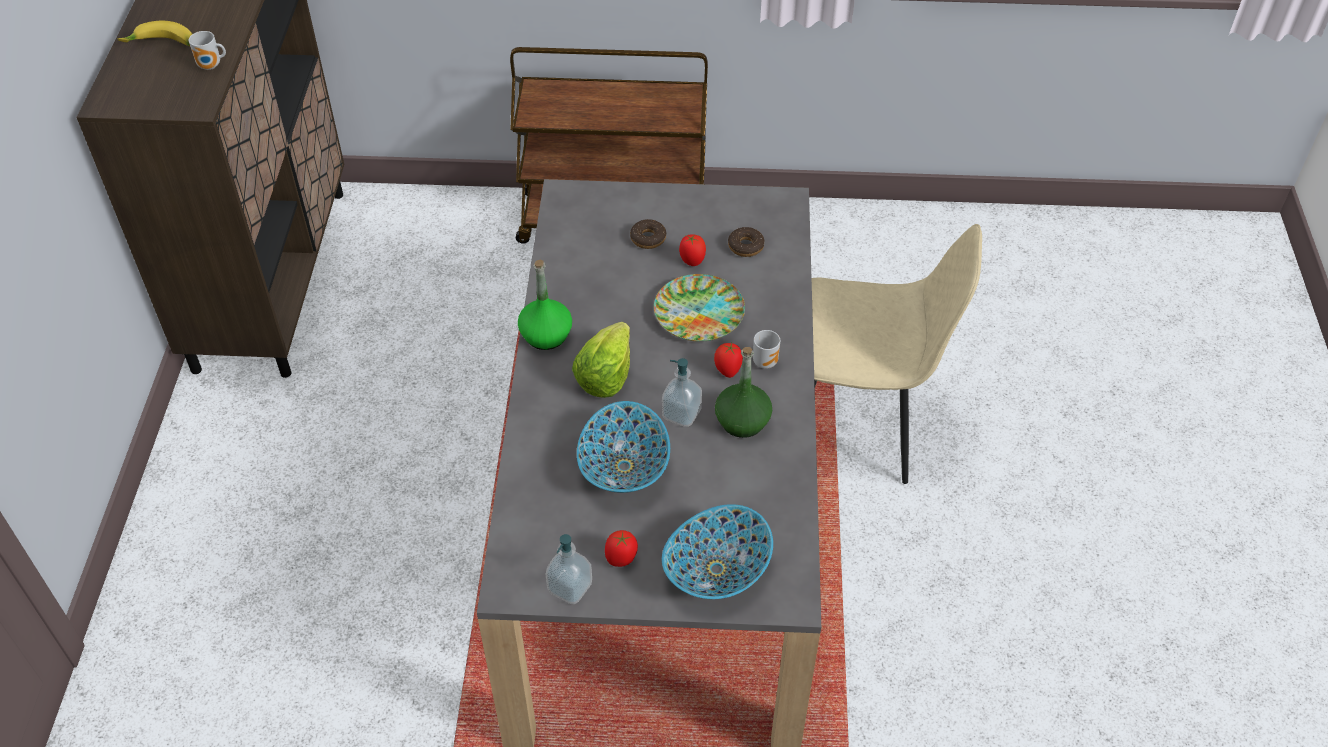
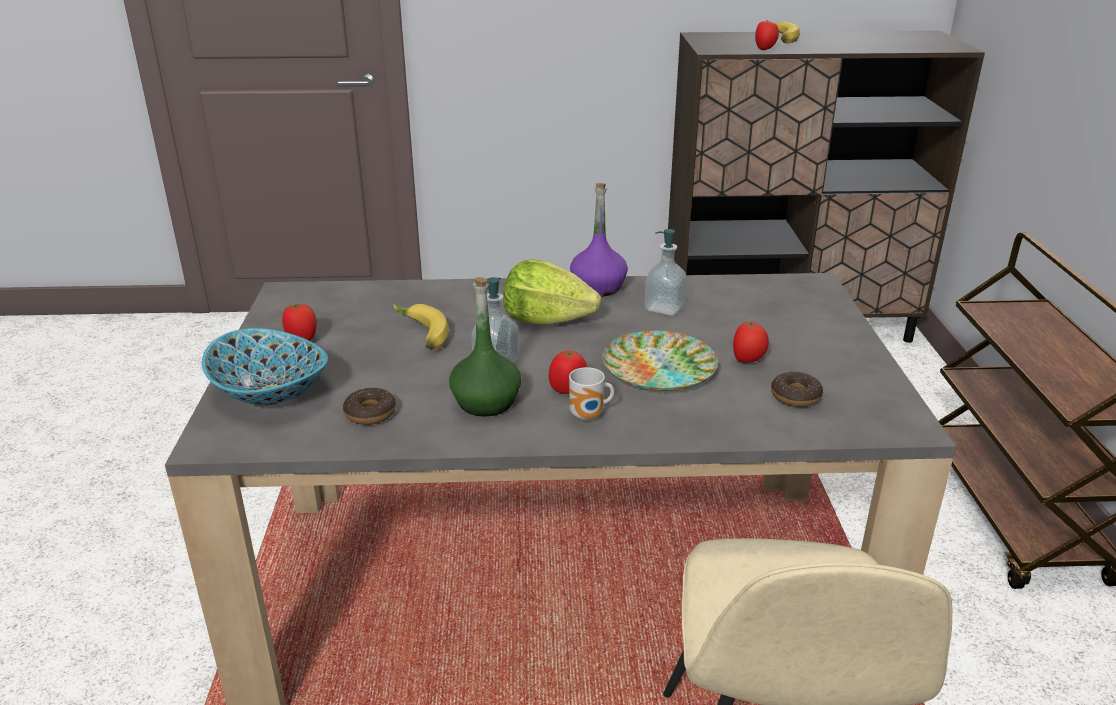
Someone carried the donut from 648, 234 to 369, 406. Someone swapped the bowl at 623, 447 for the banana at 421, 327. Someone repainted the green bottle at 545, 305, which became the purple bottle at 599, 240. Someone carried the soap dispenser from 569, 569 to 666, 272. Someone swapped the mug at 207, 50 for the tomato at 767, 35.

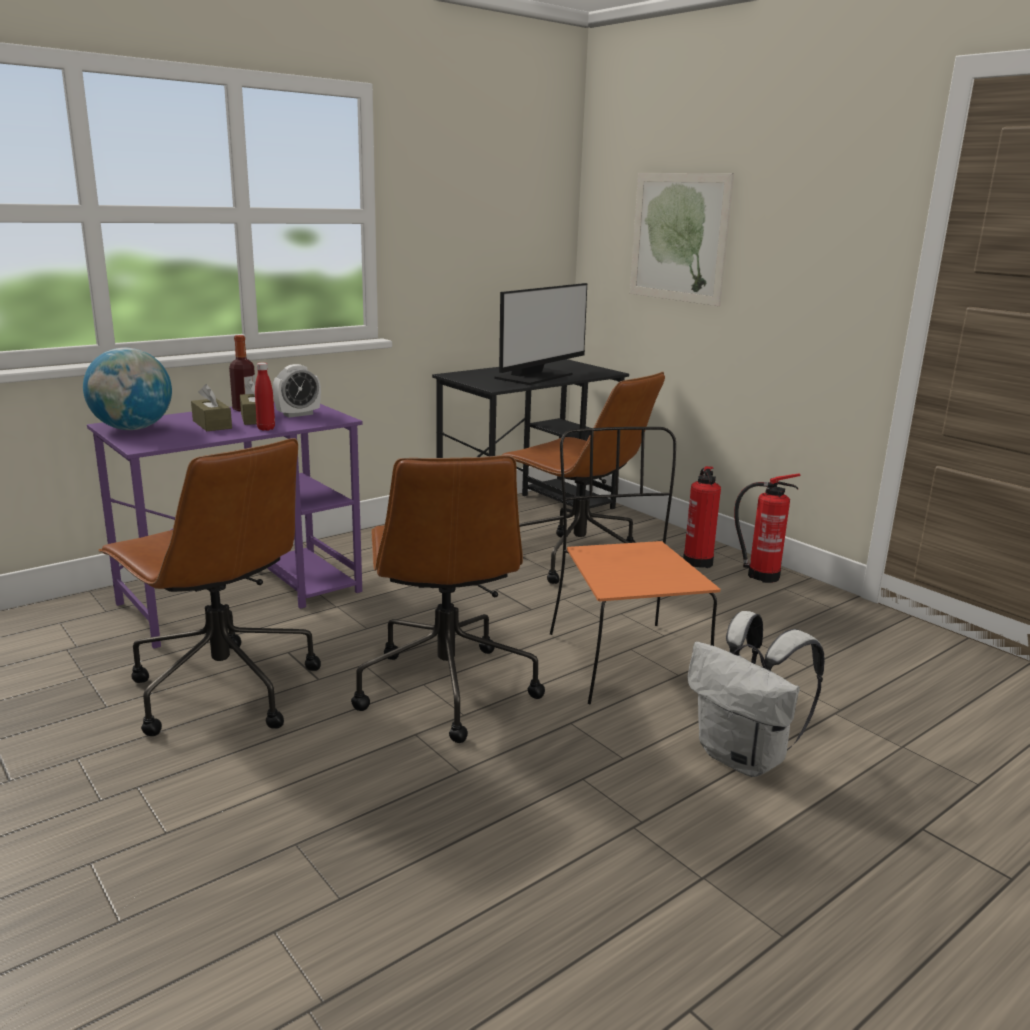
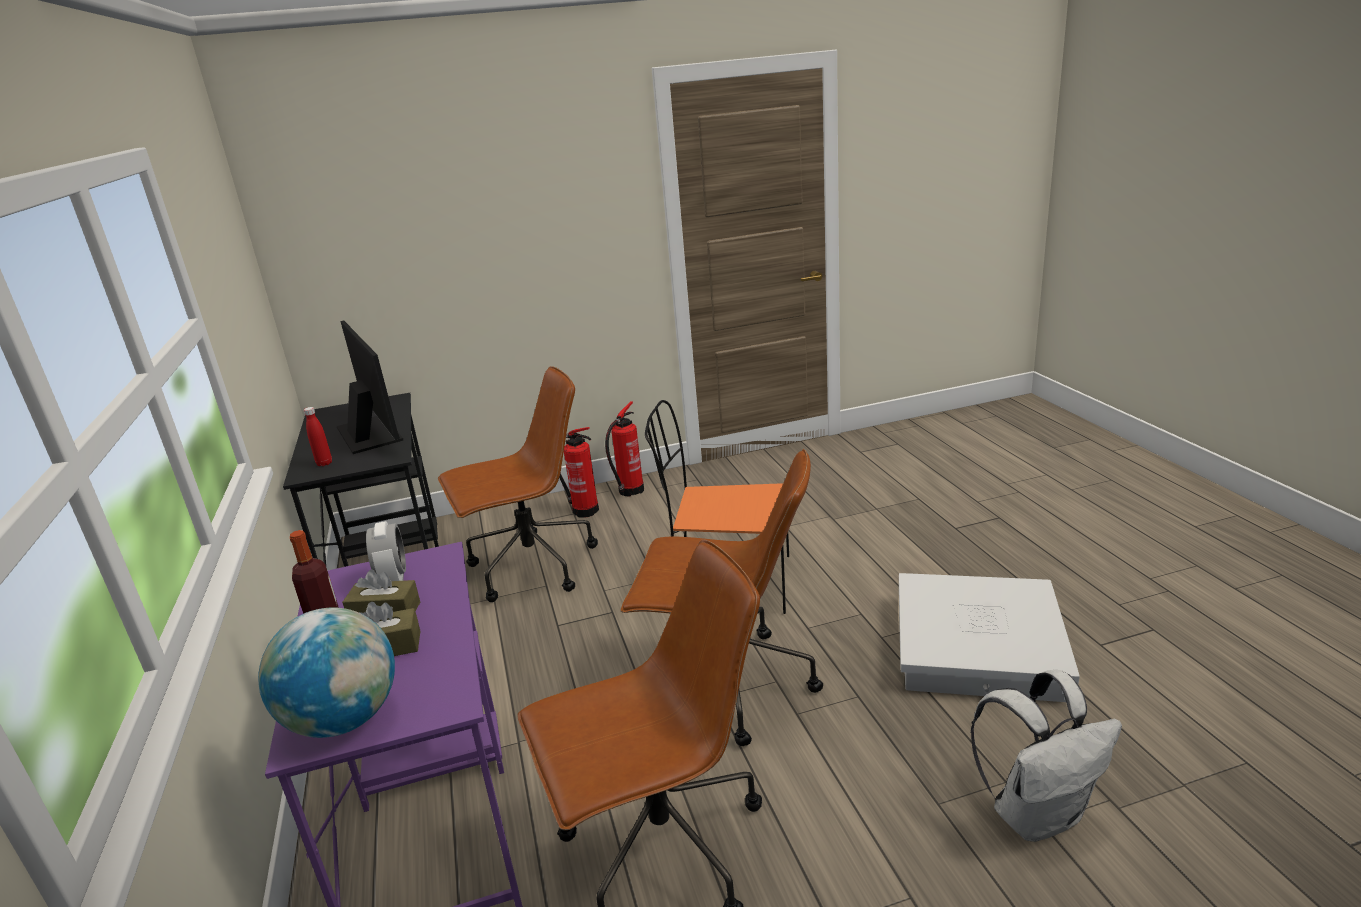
Someone carried the red bottle from 265, 396 to 318, 436. Someone put down the white storage box at 989, 637. Someone carried the white backpack from 756, 694 to 1046, 756. Someone took away the picture at 682, 239.

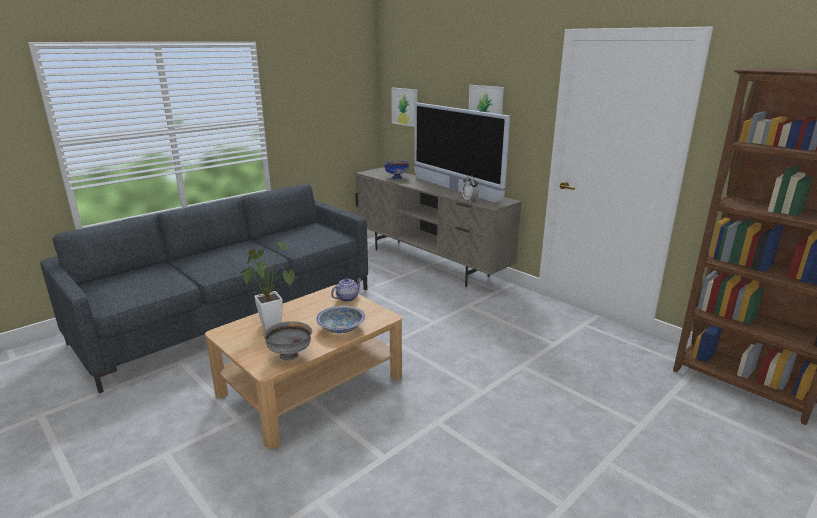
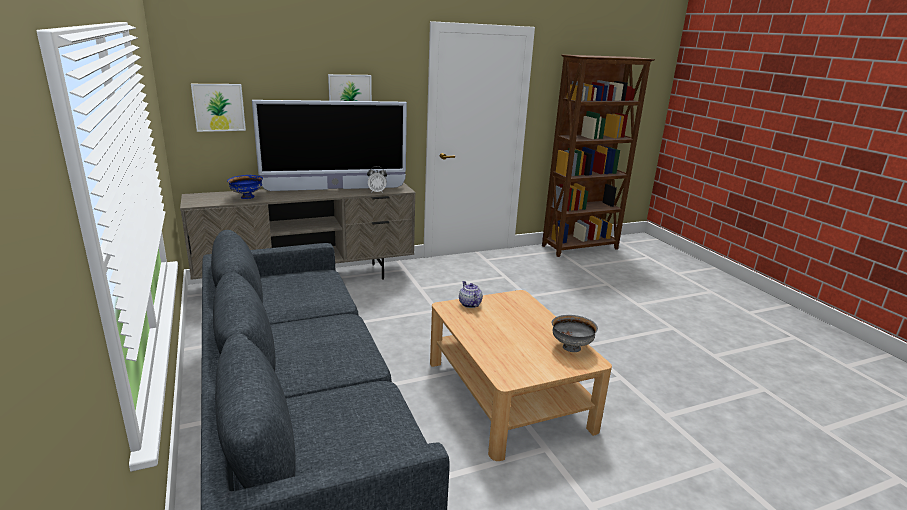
Someone took away the potted plant at 267, 285. Someone took away the bowl at 340, 319.

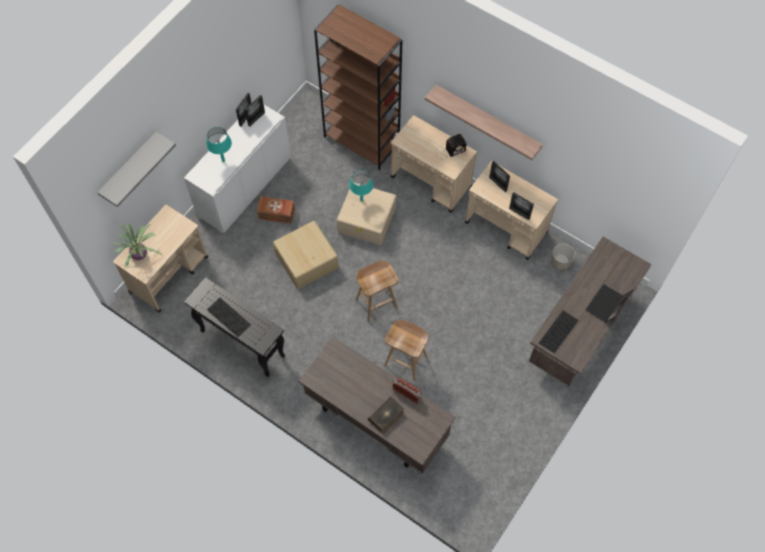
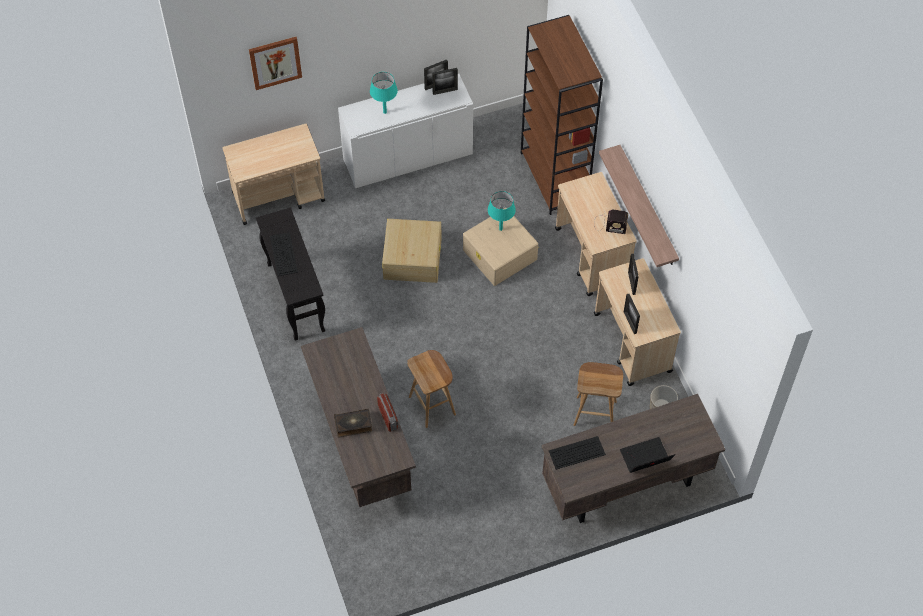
Someone swapped the grey shelf at 136, 169 for the picture at 275, 63. Someone carried the brown stool from 377, 291 to 598, 394. Someone took away the potted plant at 137, 245. Someone took away the brown storage box at 276, 210.

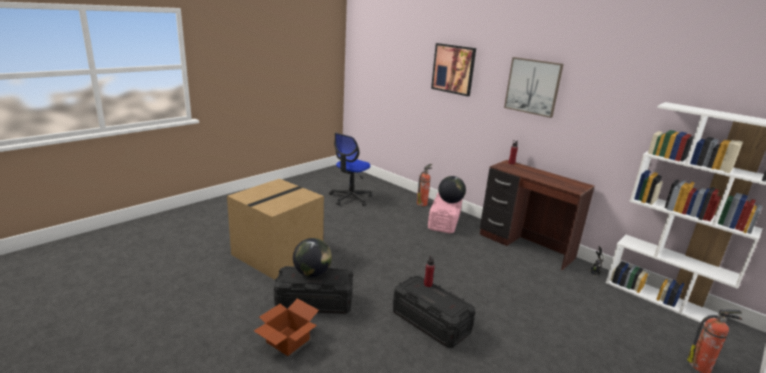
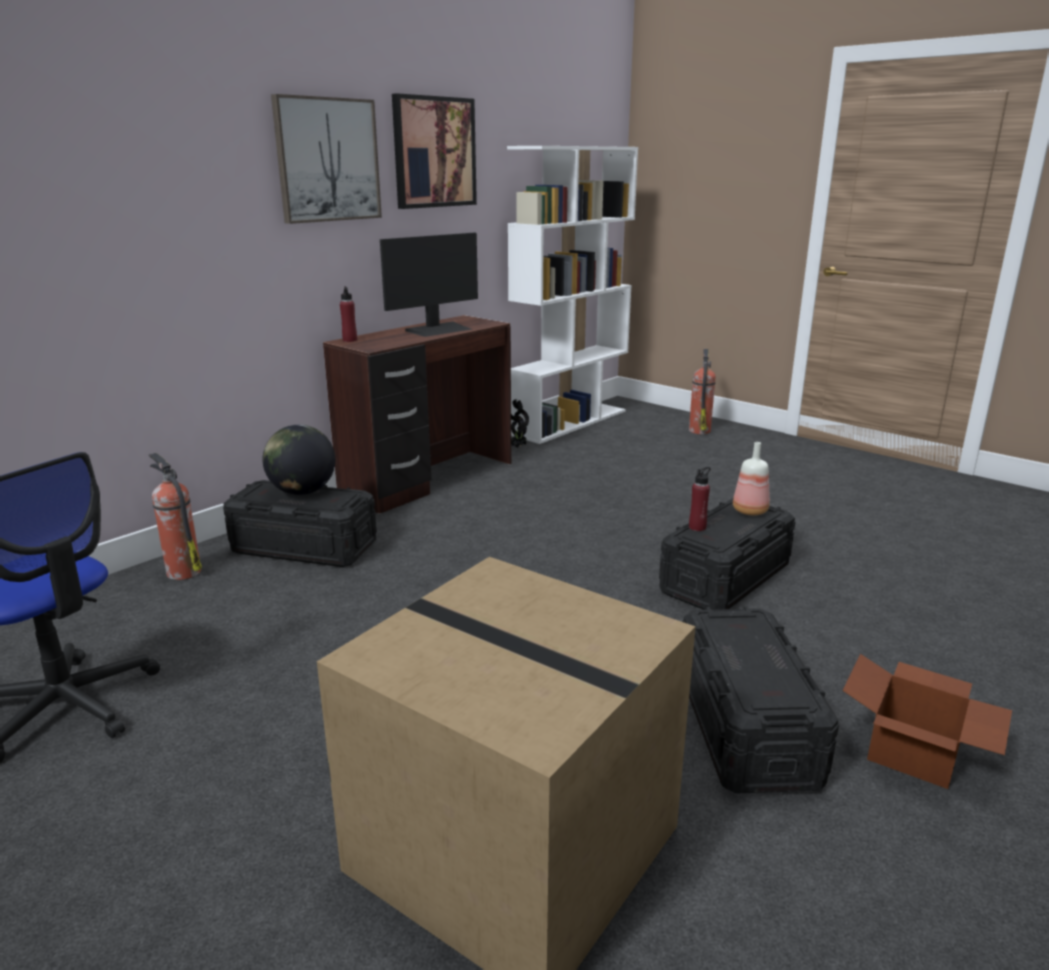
Someone repainted the pink storage box at 445, 212, which became the black storage box at 300, 523. Someone put down the monitor at 429, 285. Someone carried the picture from 453, 69 to 434, 151. Someone put down the bottle at 751, 478. Someone took away the globe at 312, 257.

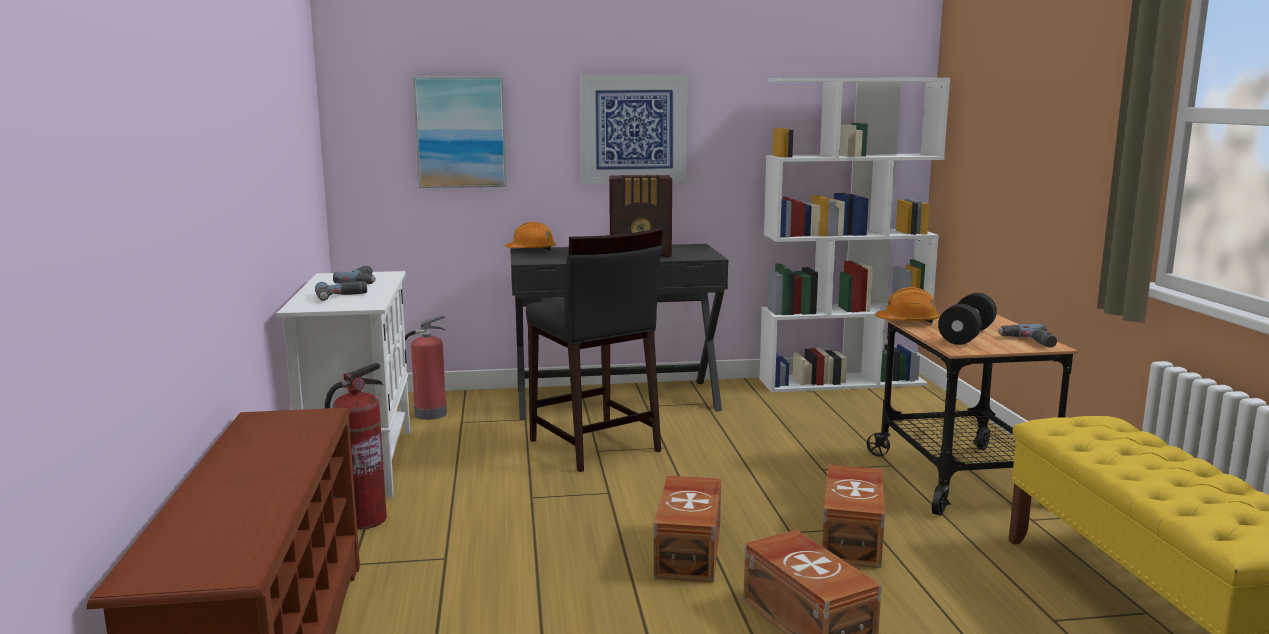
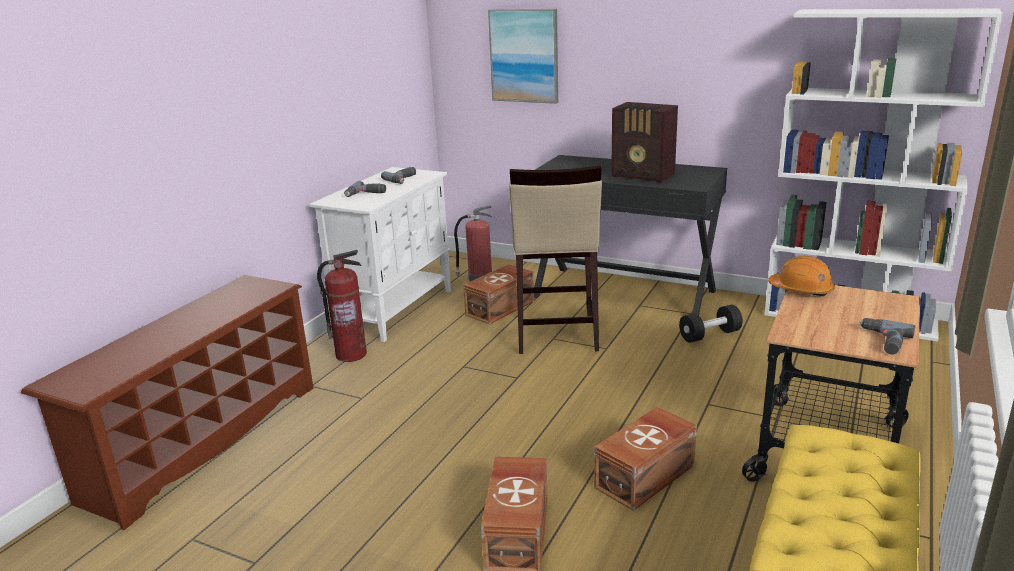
Someone carried the brown storage box from 687, 529 to 498, 294. Someone repainted the black stool at 594, 350, which became the beige stool at 555, 259. Someone carried the black dumbbell from 967, 319 to 711, 324. Someone took away the orange hard hat at 530, 236. Someone took away the picture at 634, 129.

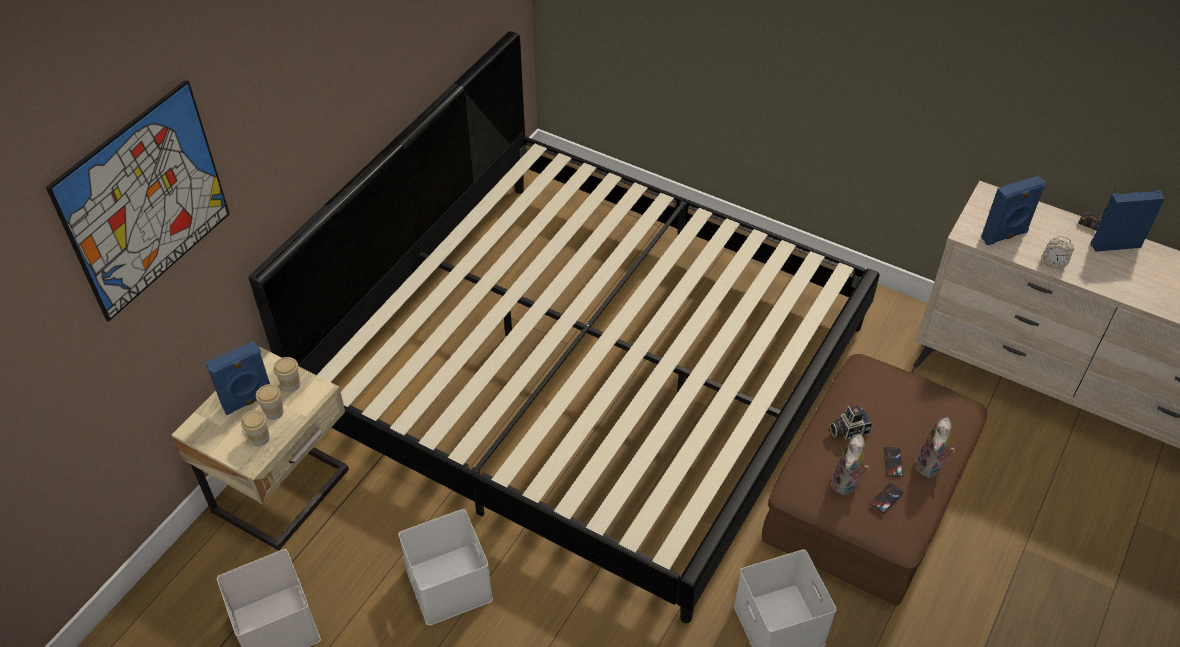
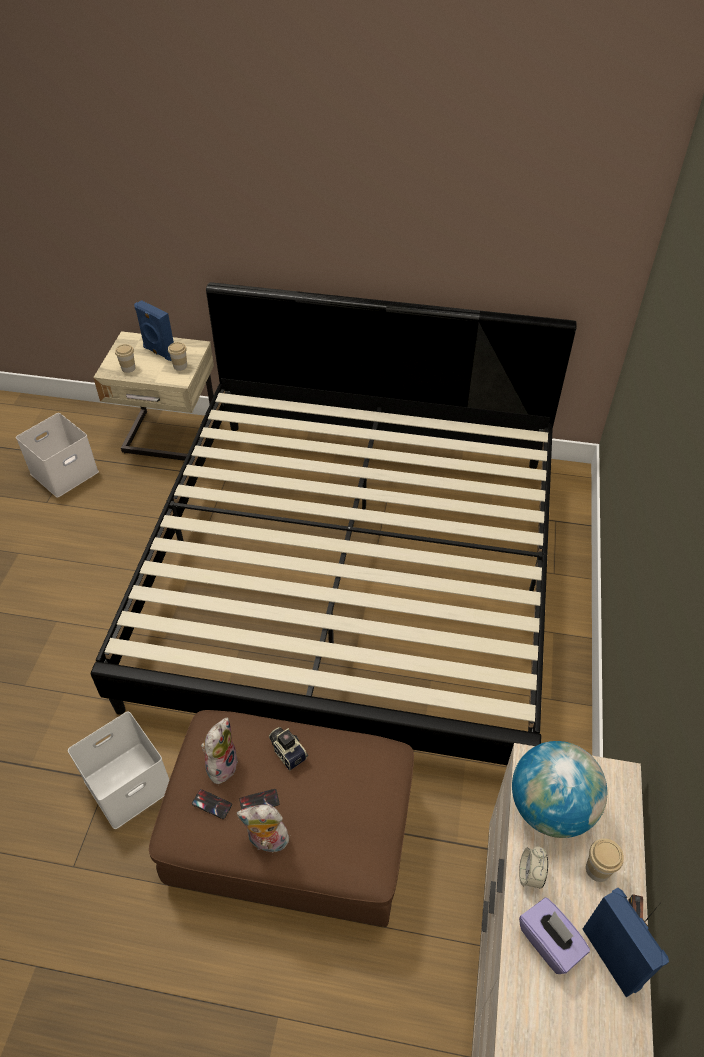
Someone rotated the plush toy at 850, 465 by 105 degrees clockwise. Someone swapped the blue speaker at 1013, 210 for the globe at 559, 789. Someone put down the purple tissue box at 554, 935. Someone carried the cup from 270, 402 to 605, 860. Someone took away the picture at 138, 200. Someone took away the white storage box at 446, 567.

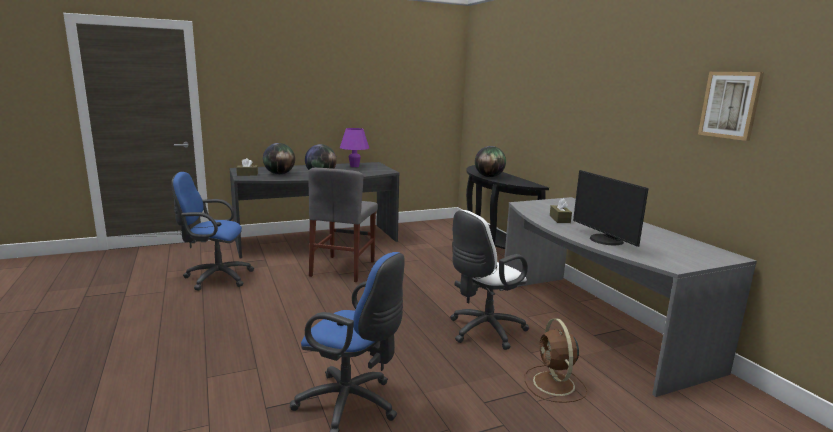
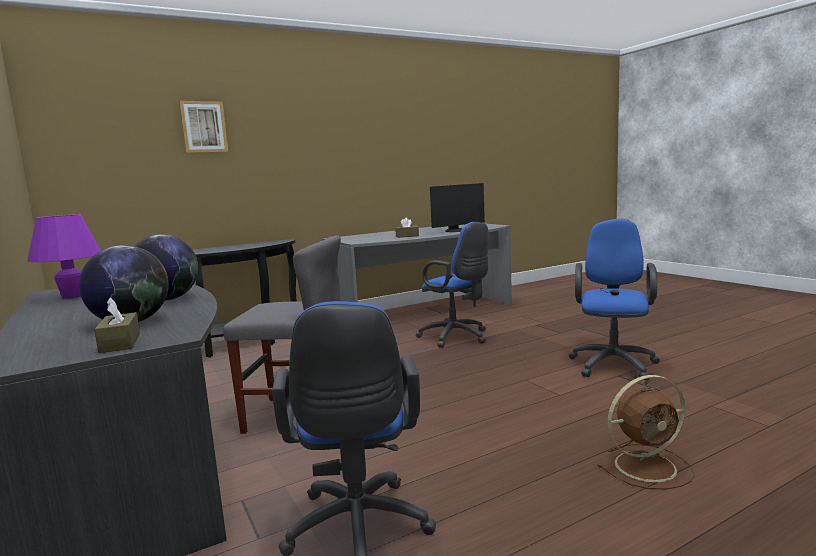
Someone carried the picture from 731, 106 to 203, 127. Someone repainted the white office chair at 489, 280, which became the blue office chair at 452, 285. Someone carried the brown fan from 556, 360 to 646, 432. Someone took away the globe at 490, 161.

